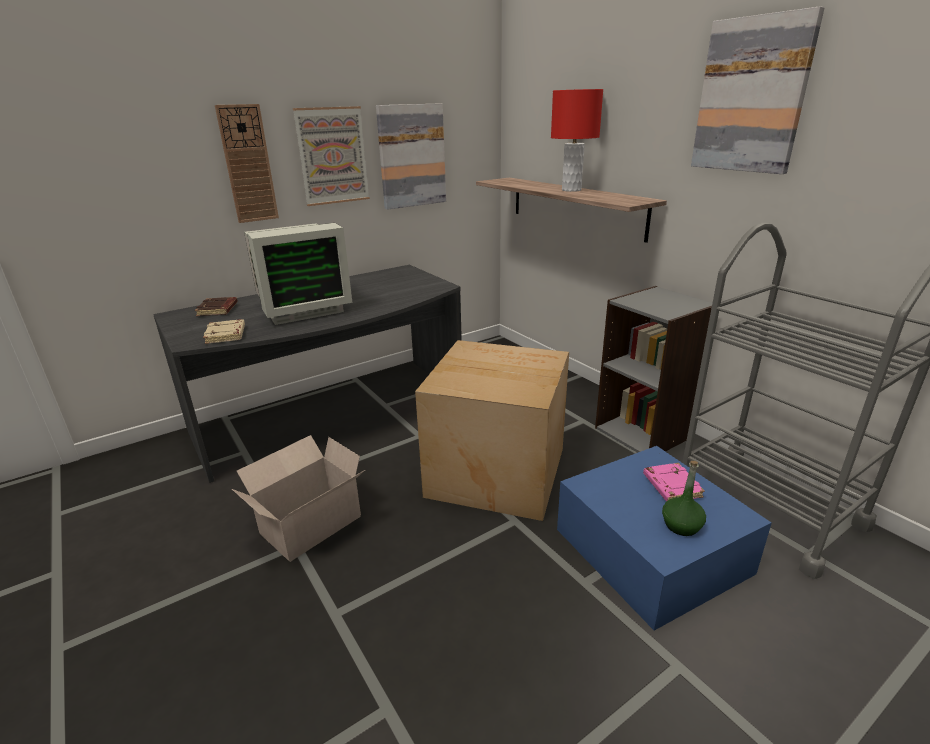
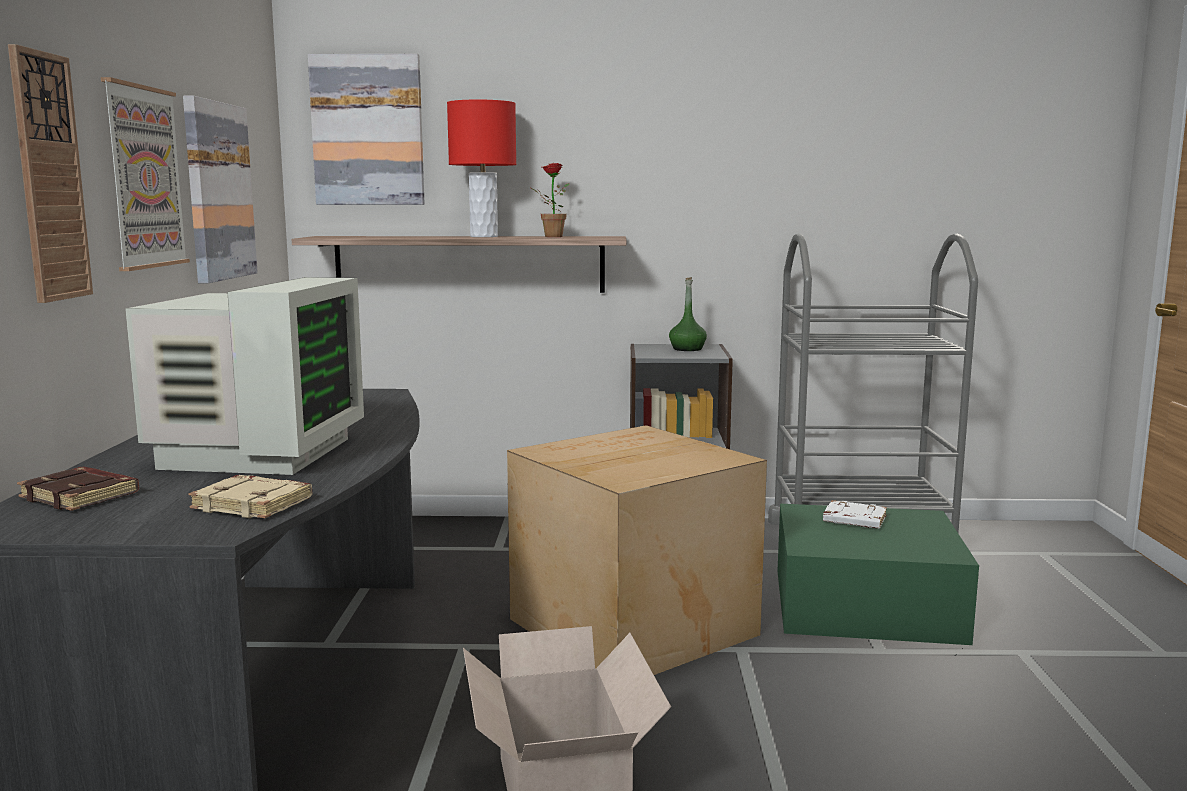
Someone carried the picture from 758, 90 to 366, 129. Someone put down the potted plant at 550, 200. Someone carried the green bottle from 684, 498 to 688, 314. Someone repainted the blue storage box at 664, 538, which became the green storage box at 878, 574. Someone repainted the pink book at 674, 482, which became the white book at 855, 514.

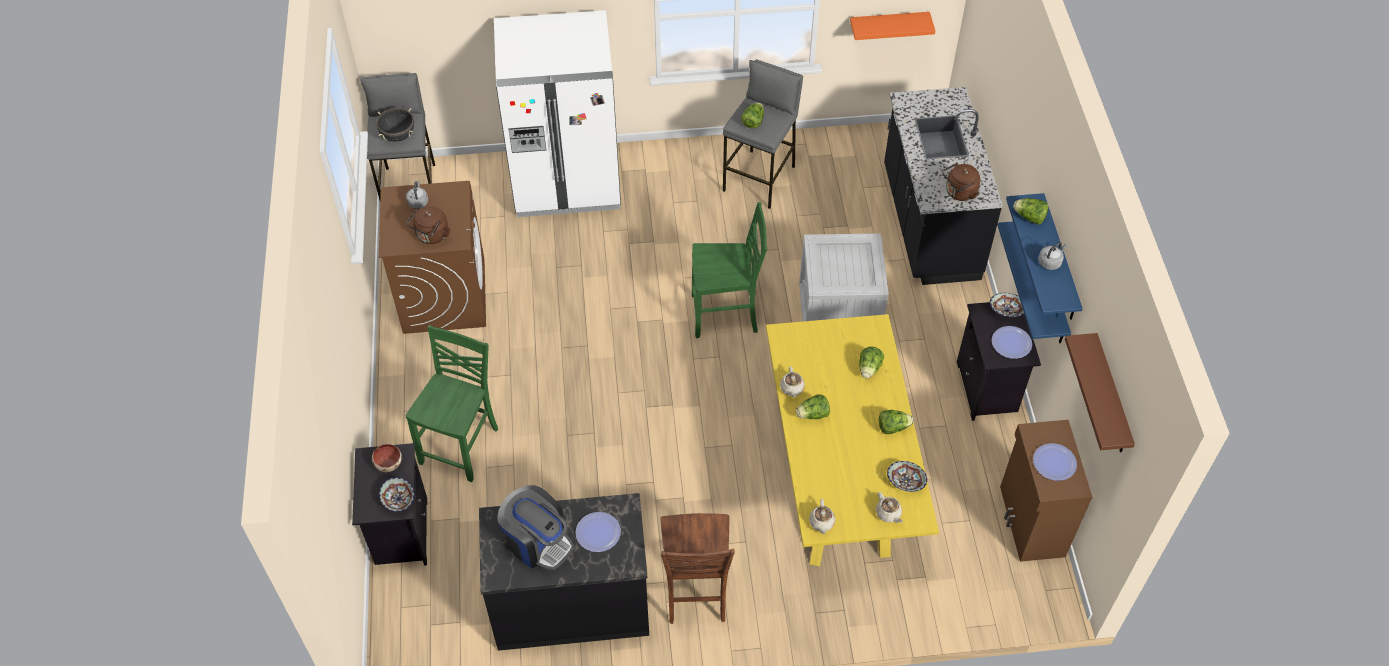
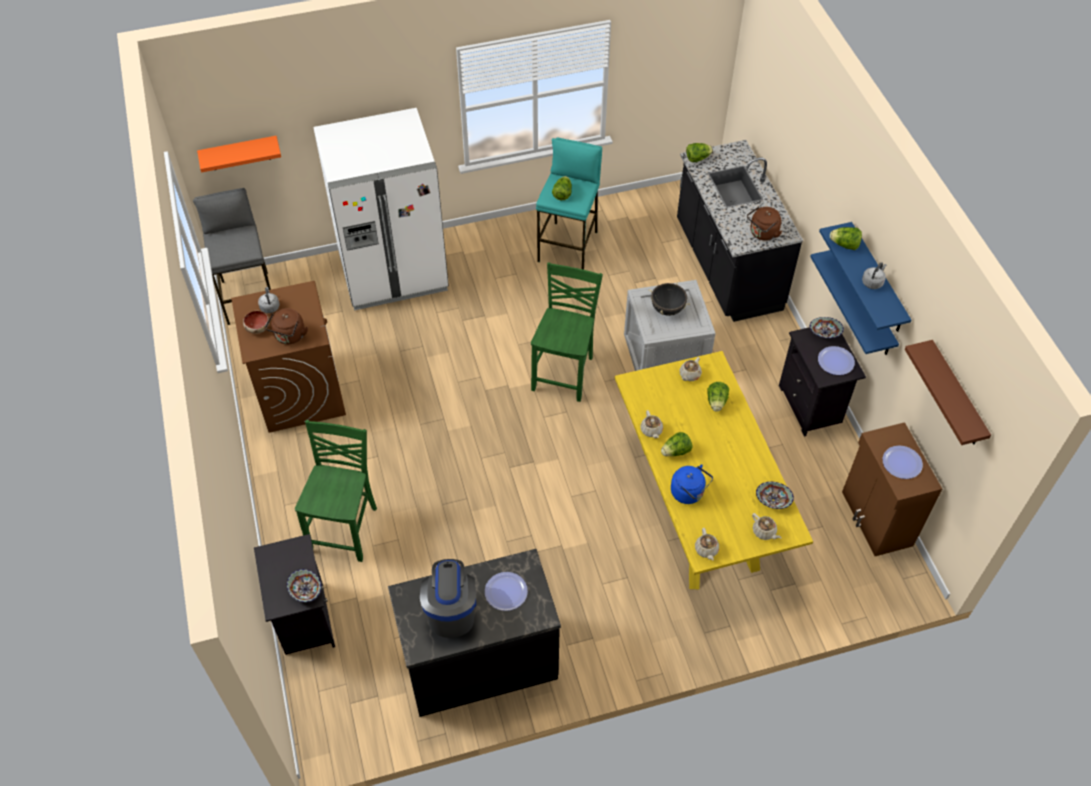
Someone carried the orange shelf from 892, 26 to 239, 154. Someone carried the bowl from 387, 458 to 256, 322. Someone rotated the coffee machine at 535, 528 by 120 degrees counterclockwise. Someone rotated the green chair at 729, 270 by 60 degrees counterclockwise. Someone repainted the grey stool at 763, 134, which became the turquoise stool at 569, 203. Someone carried the black cooking pot from 395, 125 to 669, 299. Someone put down the blue kettle at 692, 484. Someone put down the beige teapot at 690, 369. Someone carried the lettuce from 896, 422 to 699, 152. Someone took away the brown chair at 697, 568.

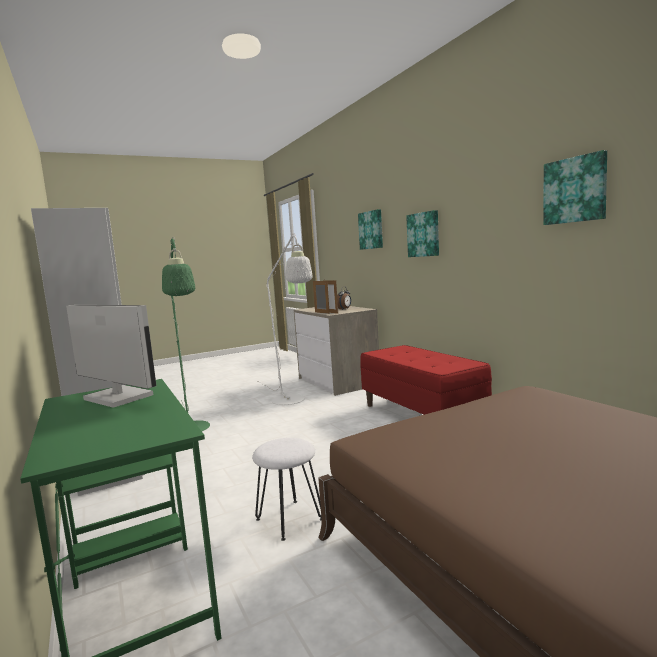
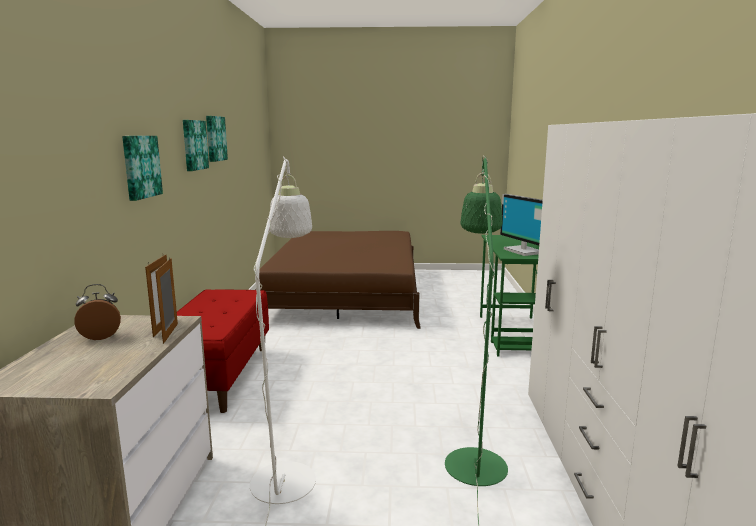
Someone carried the picture from 370, 229 to 196, 145. Someone took away the white stool at 286, 489.

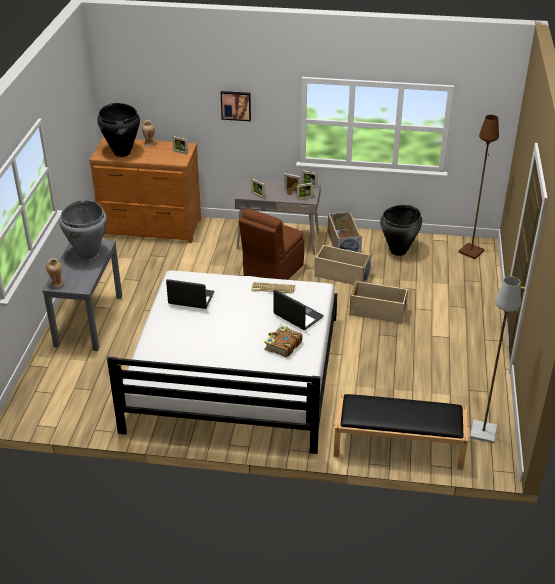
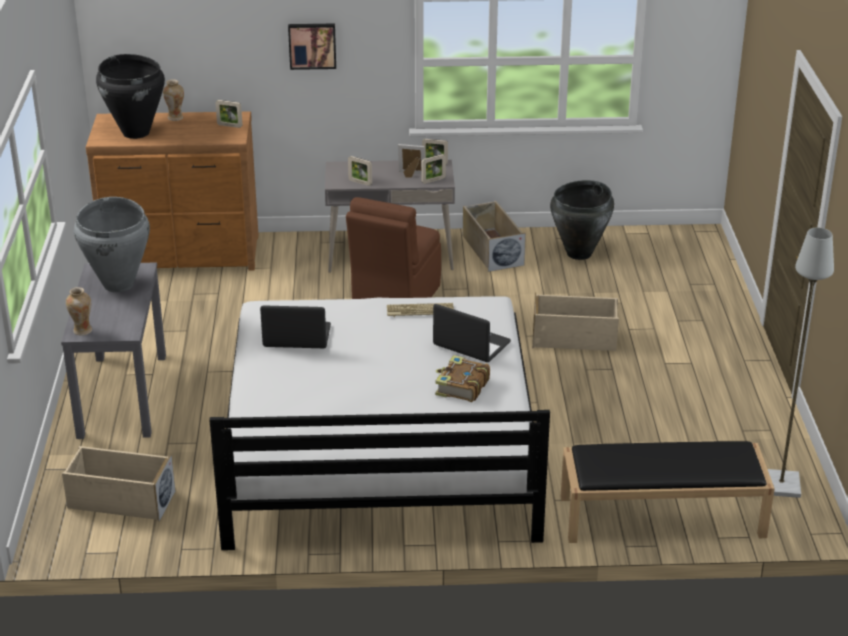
Someone carried the beige storage box from 342, 265 to 118, 484. Someone took away the brown floor lamp at 478, 187.

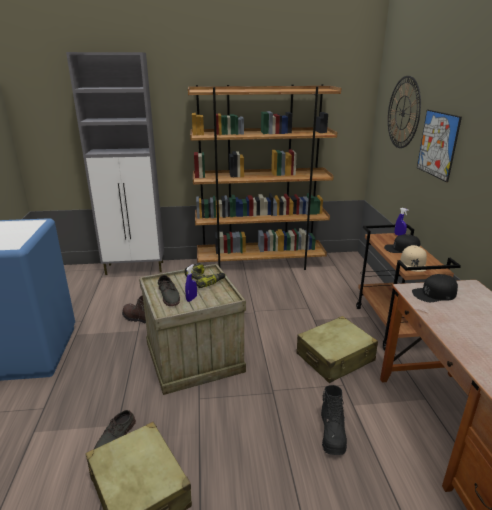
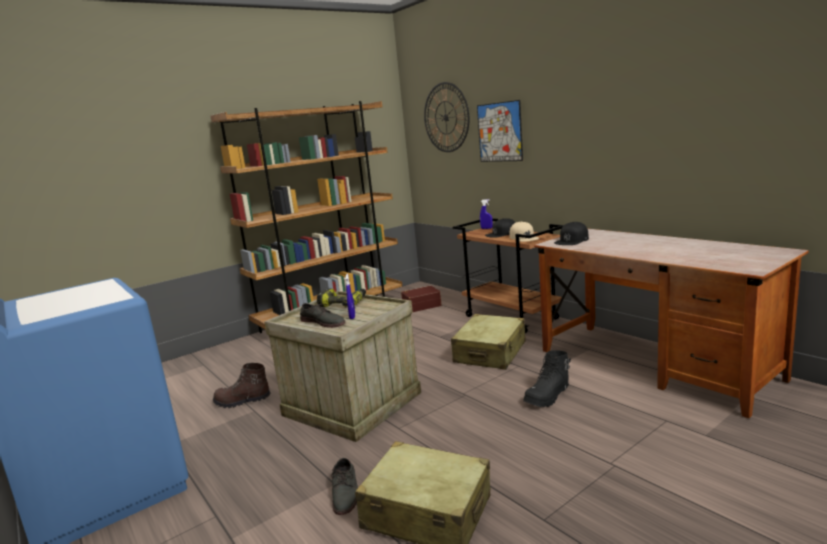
Someone put down the brown storage box at 421, 299. Someone rotated the black boot at 334, 420 by 75 degrees clockwise. Someone took away the grey cabinet at 115, 163.

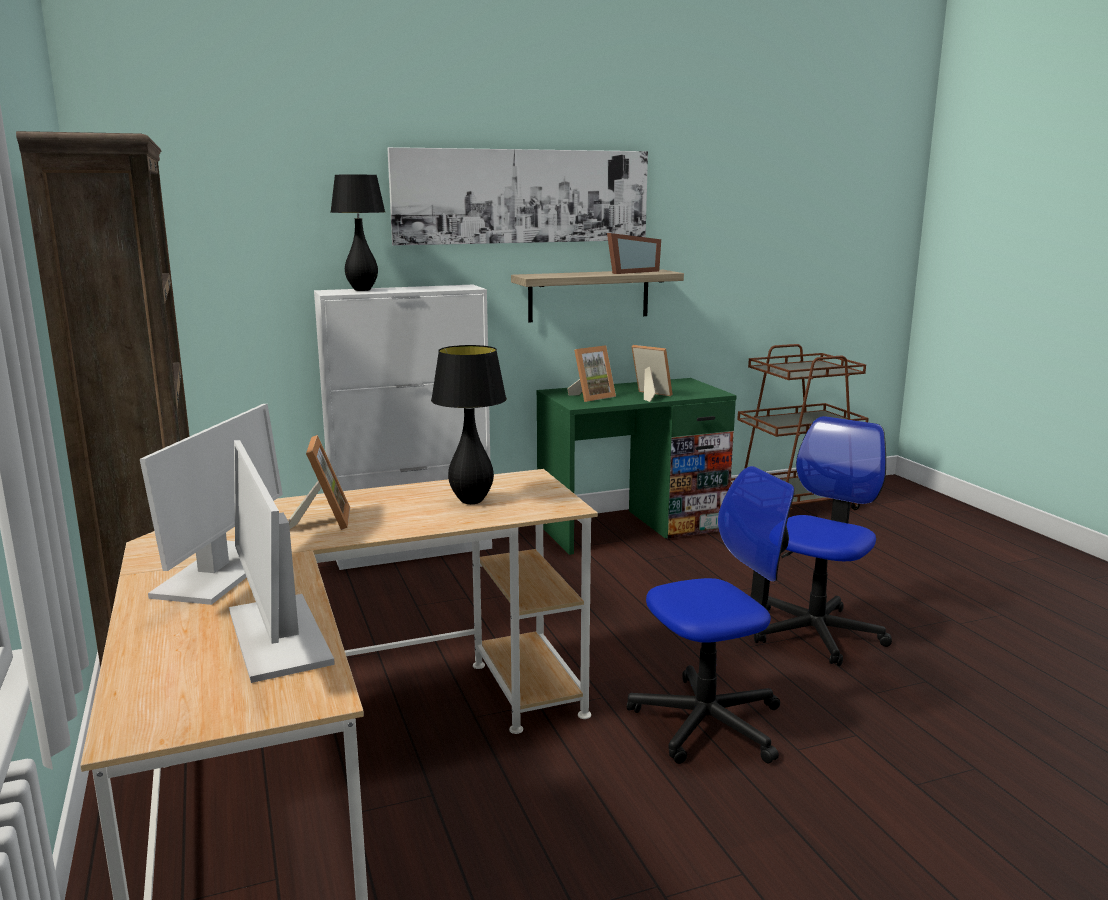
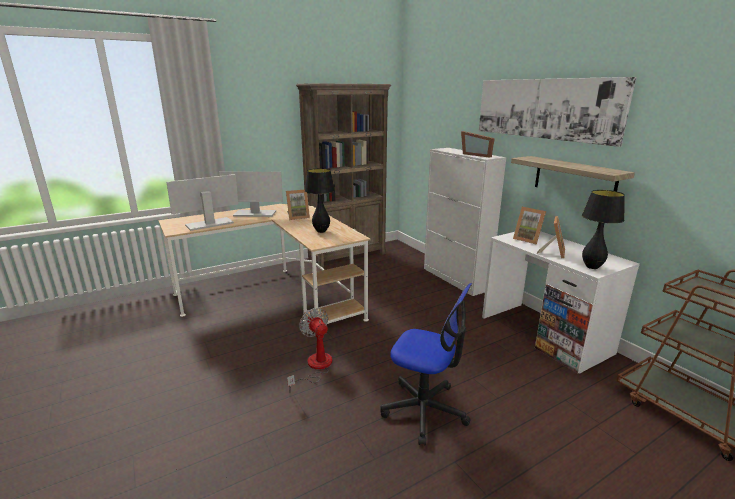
Someone swapped the office chair at 711, 615 for the fan at 309, 350. Someone carried the picture frame from 634, 253 to 478, 144. Someone repainted the green desk at 636, 466, which became the white desk at 561, 302. Someone carried the black table lamp from 358, 233 to 603, 229.

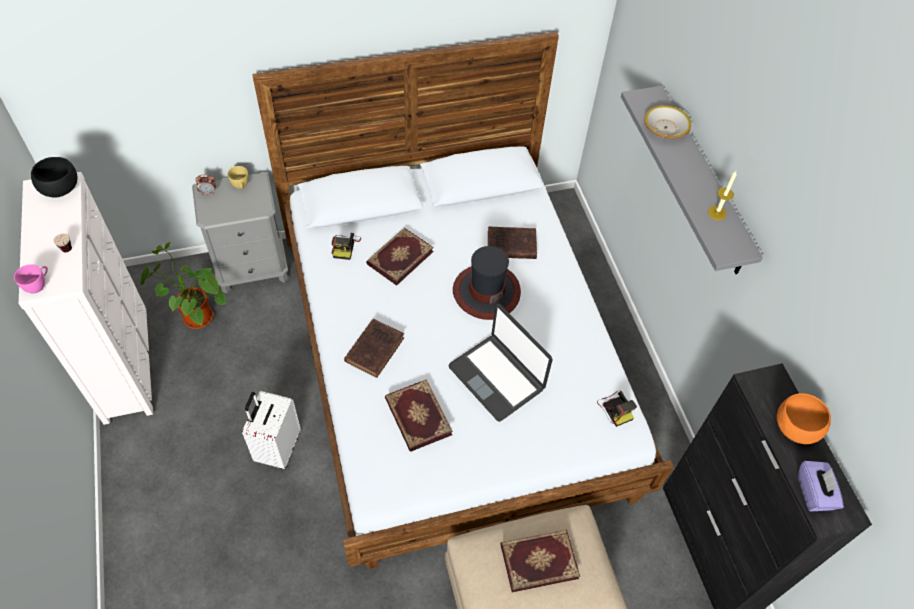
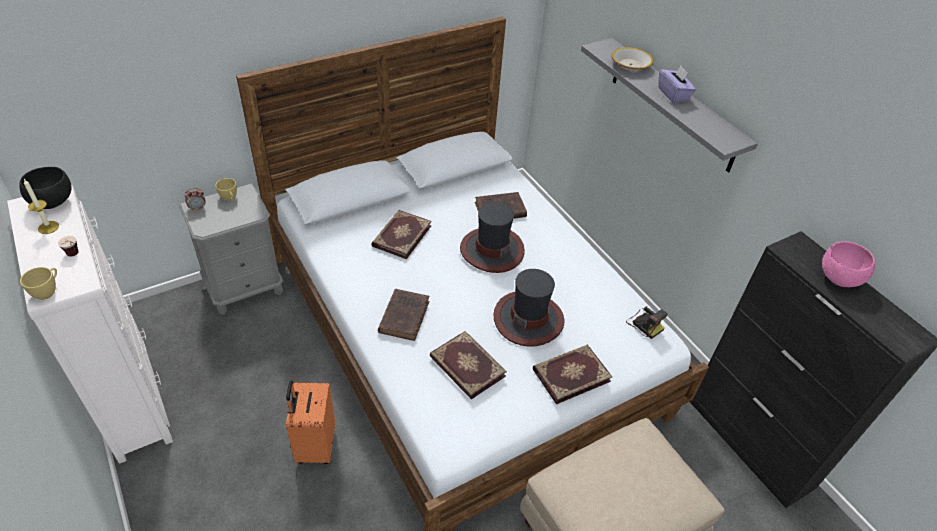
Someone repainted the pink cup at 31, 278, which became the yellow cup at 38, 283. Someone carried the candle from 722, 195 to 41, 206. Someone repainted the white suitcase at 271, 430, which became the orange suitcase at 310, 422. Someone swapped the laptop at 500, 363 for the hat at 529, 308. Someone carried the book from 540, 561 to 572, 374. Someone carried the purple tissue box from 821, 486 to 677, 84. Someone repainted the orange bowl at 804, 418, which became the pink bowl at 848, 264. Someone took away the potted plant at 183, 285. Someone took away the photo camera at 346, 246.

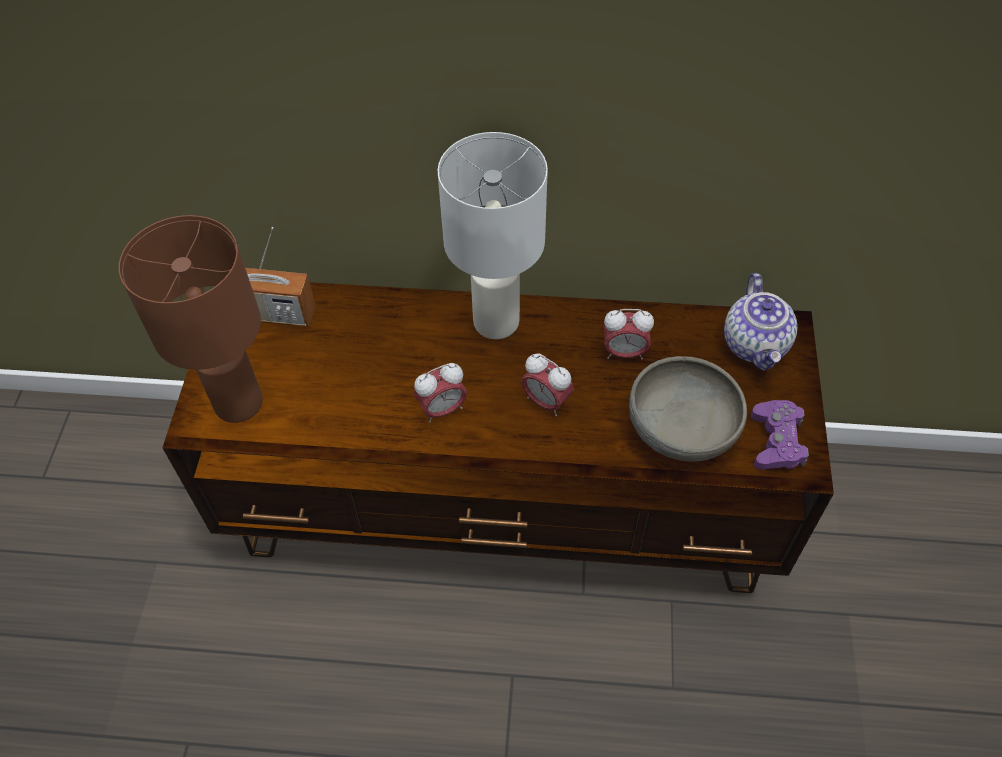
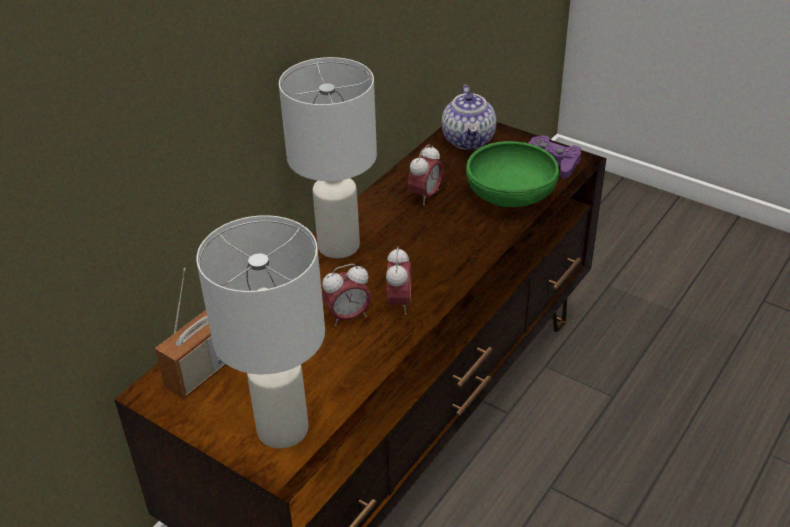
Someone repainted the brown table lamp at 191, 319, which became the white table lamp at 260, 331. Someone carried the alarm clock from 548, 384 to 347, 295. Someone rotated the teapot at 760, 322 by 60 degrees clockwise. Someone repainted the grey bowl at 688, 408, which became the green bowl at 512, 174.

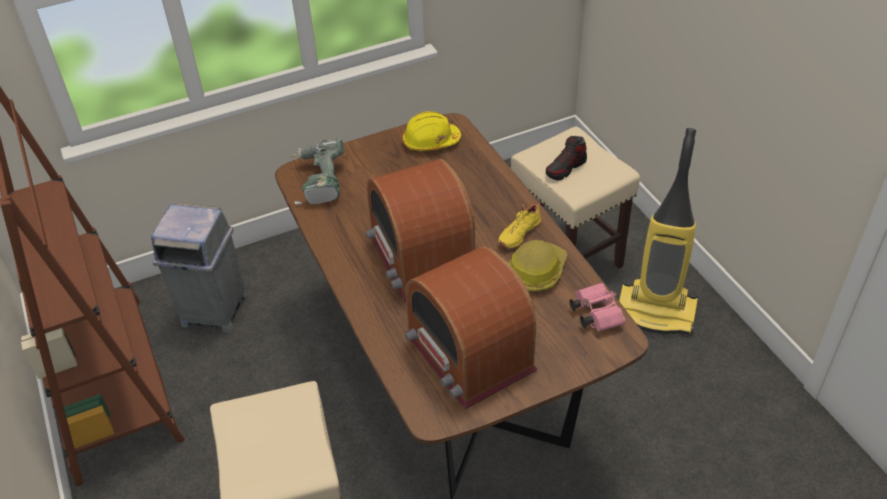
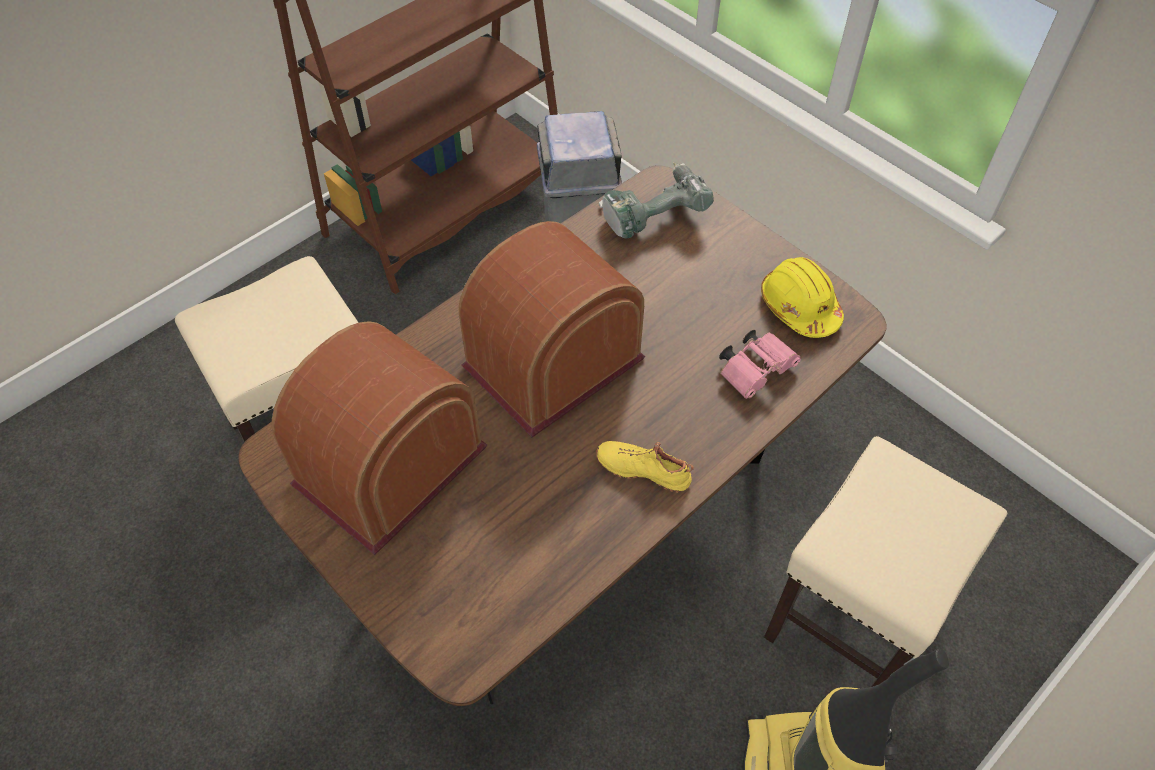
Someone carried the pink binoculars from 597, 307 to 760, 364. Someone took away the hard hat at 537, 266. Someone took away the shoe at 566, 158.

